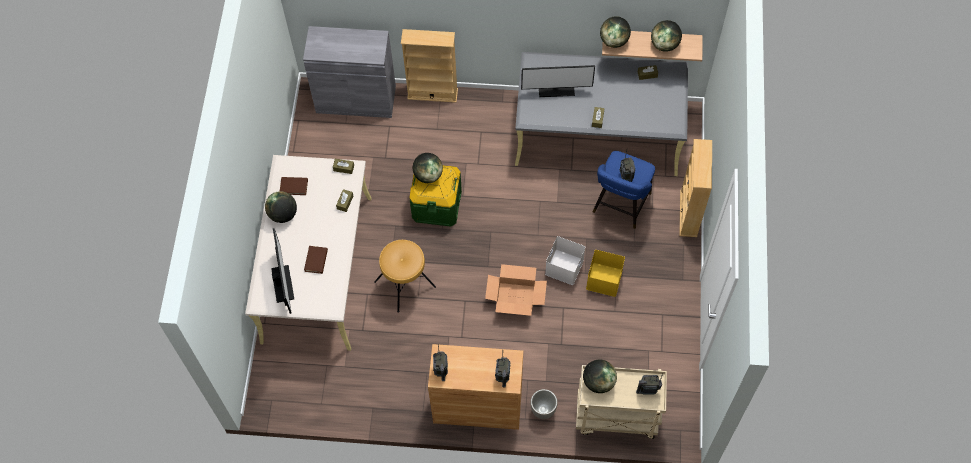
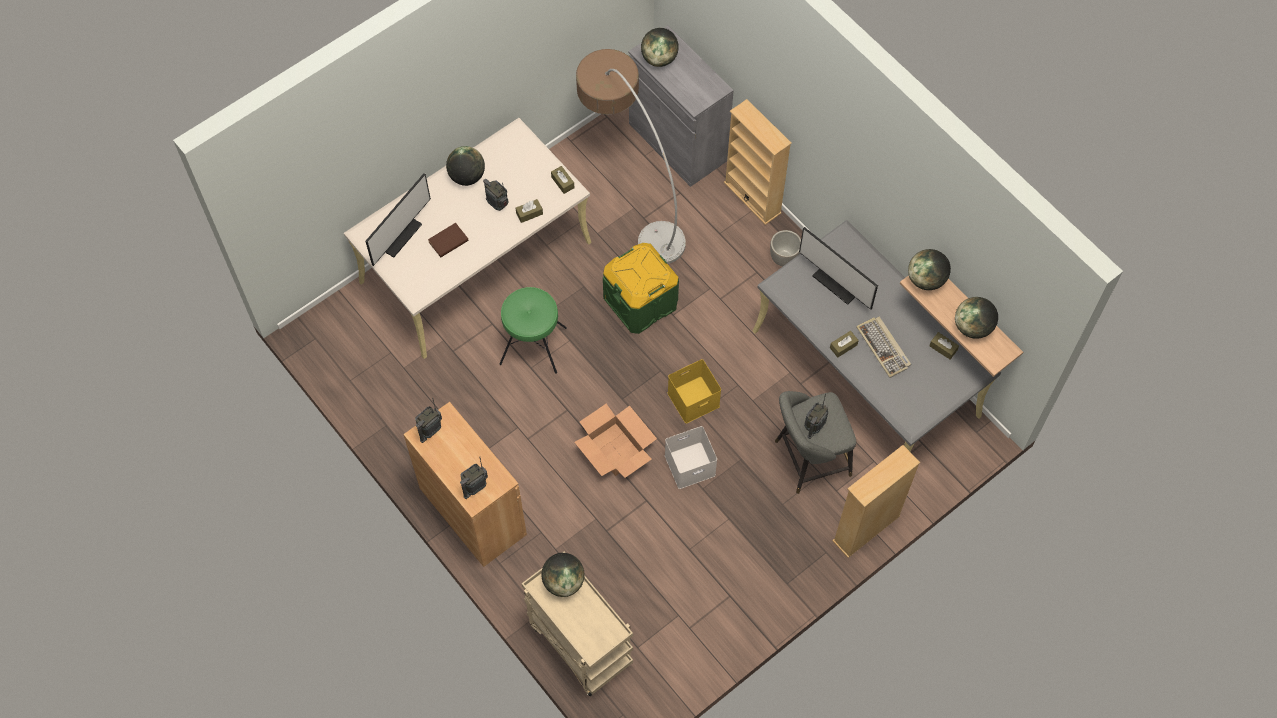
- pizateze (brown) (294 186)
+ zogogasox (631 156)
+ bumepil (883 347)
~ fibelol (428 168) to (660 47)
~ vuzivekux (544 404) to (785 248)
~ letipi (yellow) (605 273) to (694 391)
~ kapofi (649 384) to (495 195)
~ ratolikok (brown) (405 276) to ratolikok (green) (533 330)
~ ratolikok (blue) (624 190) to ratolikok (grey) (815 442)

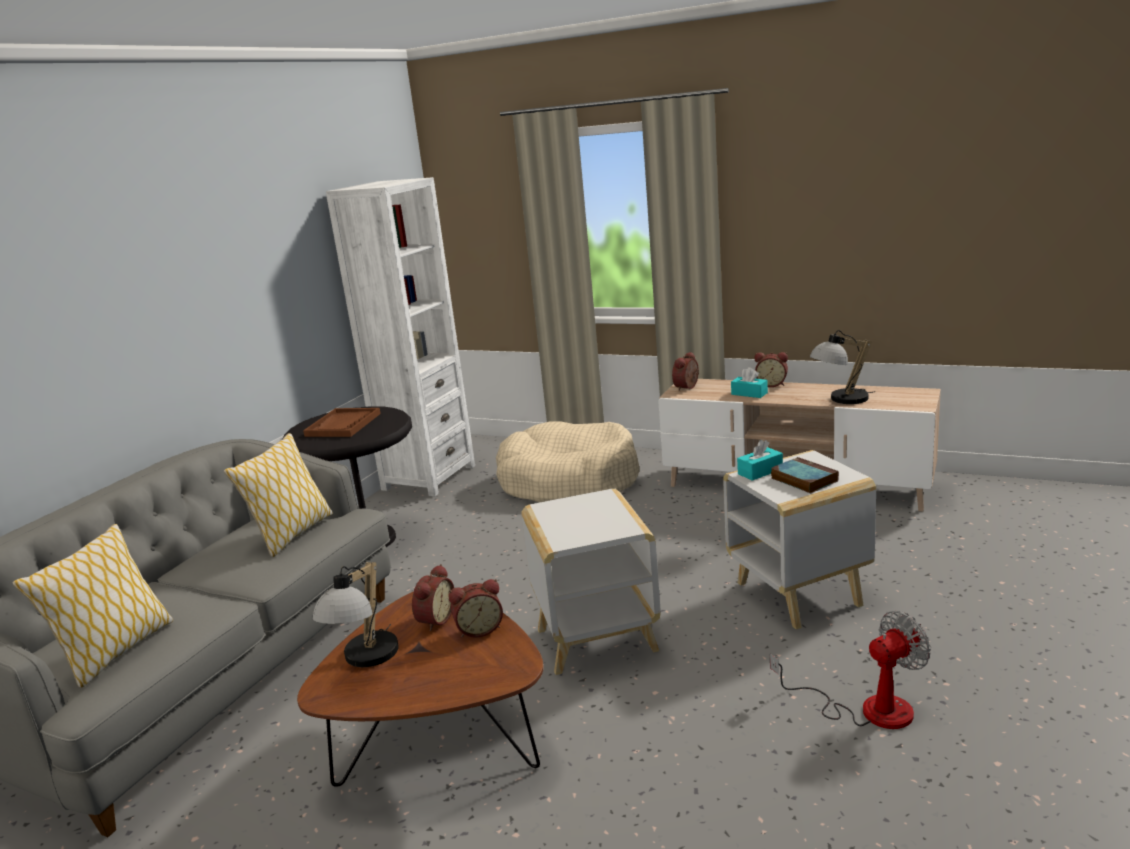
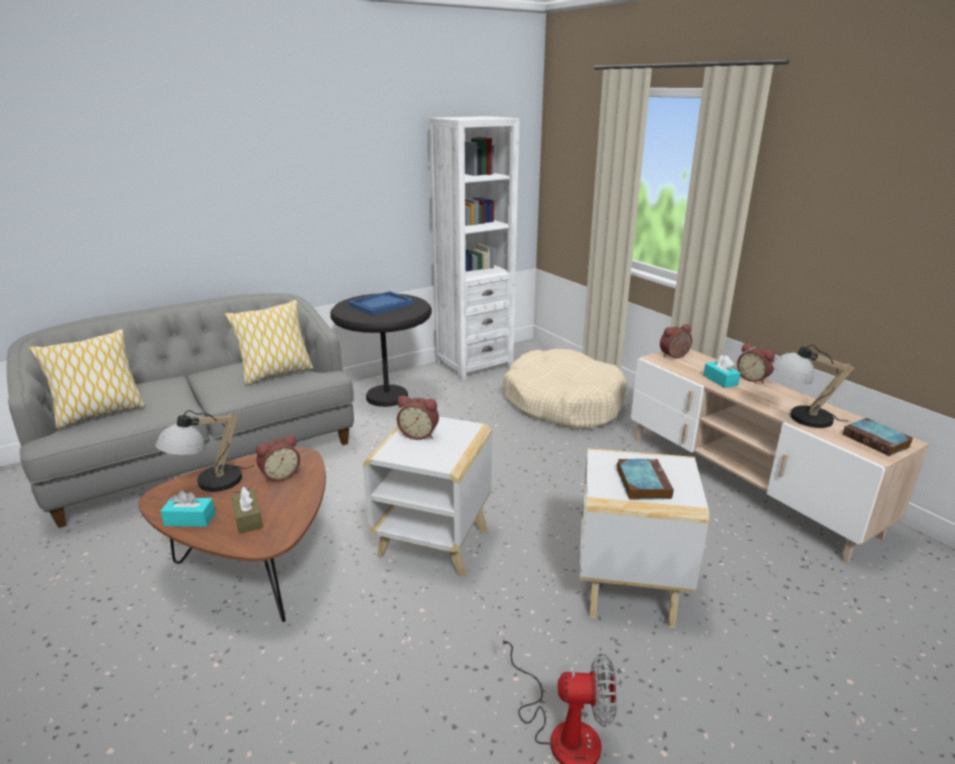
+ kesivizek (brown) (247 510)
+ pizateze (878 437)
~ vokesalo (475 608) to (418 418)
~ kesivizek (turquoise) (760 460) to (187 508)
~ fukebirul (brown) (342 422) to fukebirul (blue) (381 303)

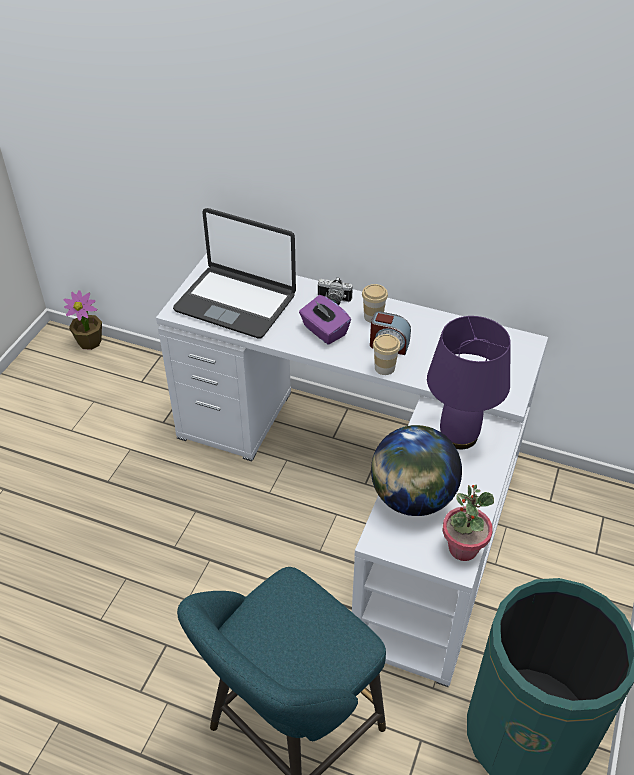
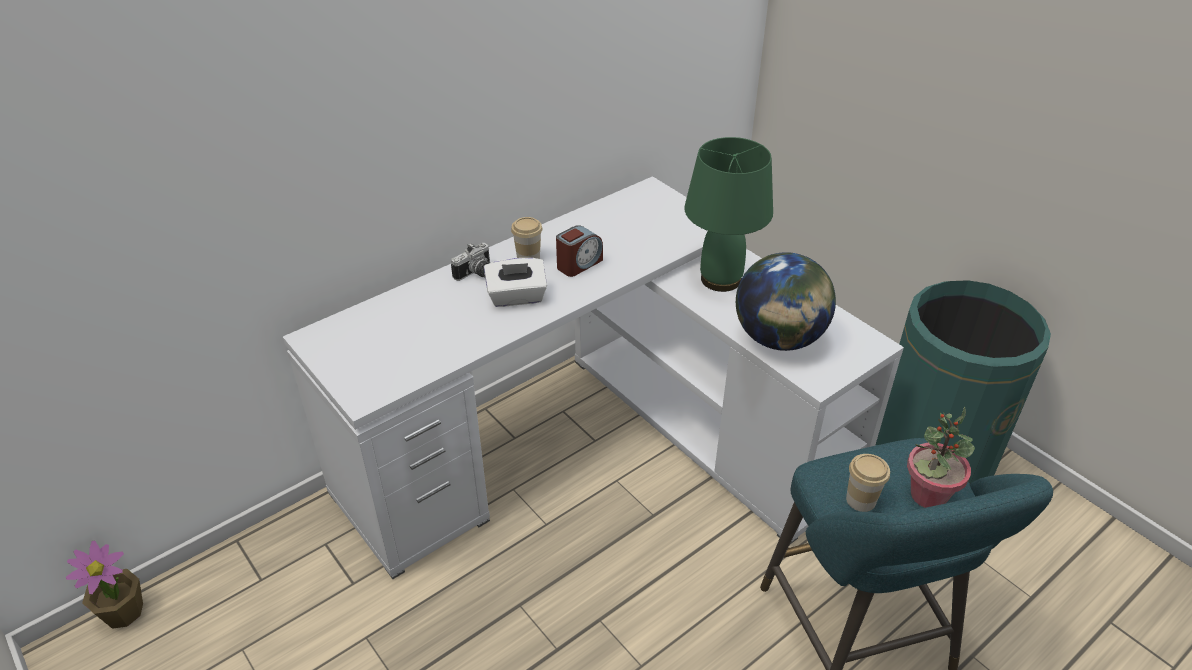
- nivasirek (234 273)
~ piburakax (386 354) to (868 483)
~ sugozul (468 523) to (941 457)
~ kesivizek (purple) (325 320) to kesivizek (white) (515 282)
~ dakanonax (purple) (469 382) to dakanonax (green) (728 214)

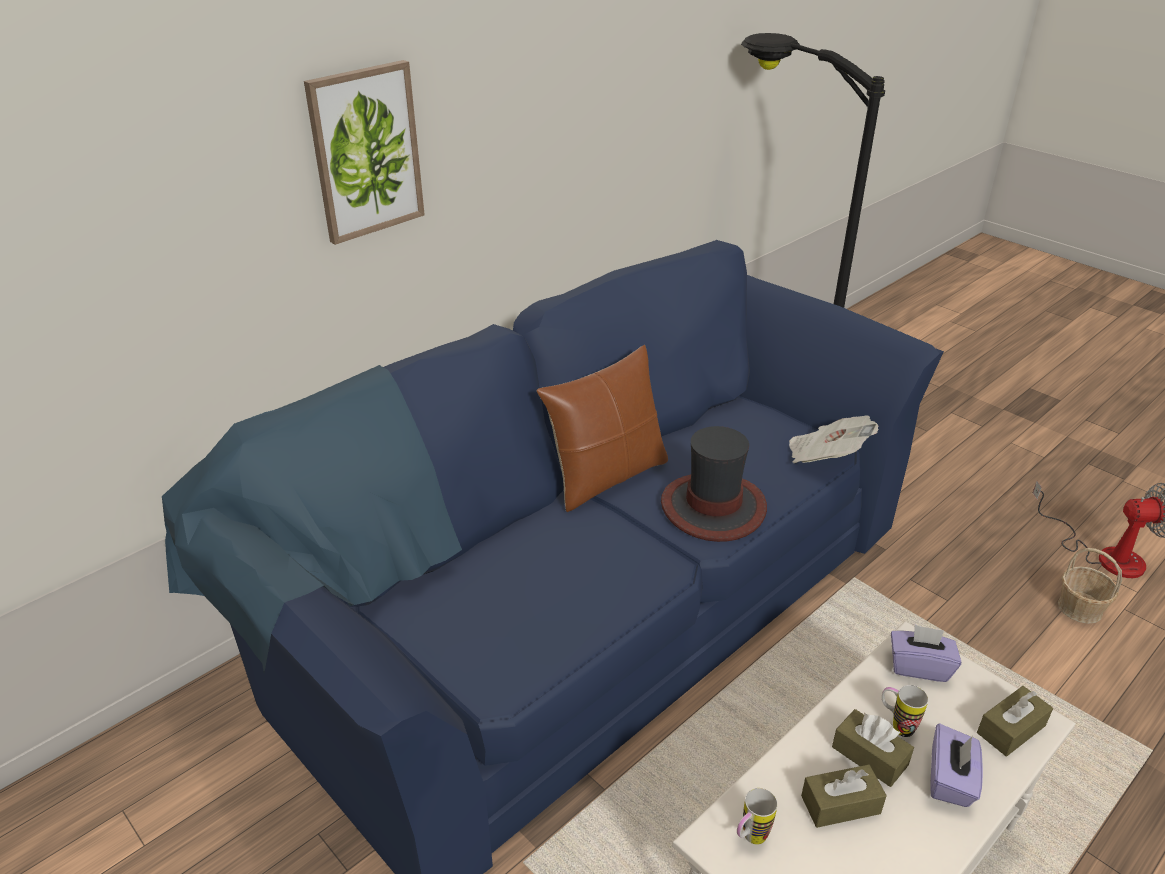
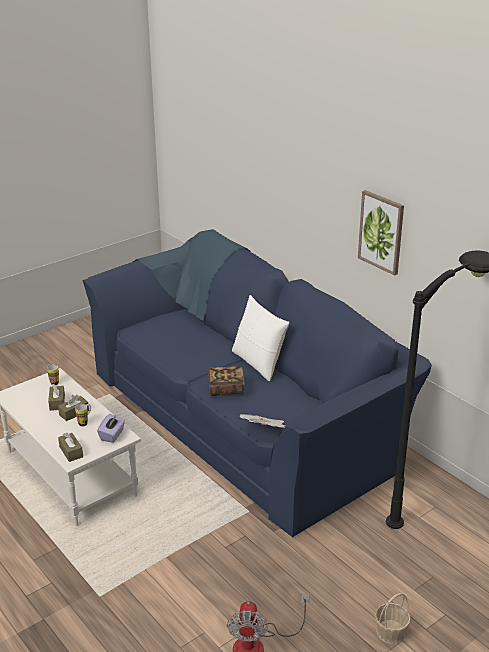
- kesivizek (purple) (956 765)
~ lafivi (364 152) to (381 233)
~ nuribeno (1090 586) to (392 618)
~ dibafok (714 484) to pizateze (226 381)
~ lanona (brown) (602 428) to lanona (white) (260 338)

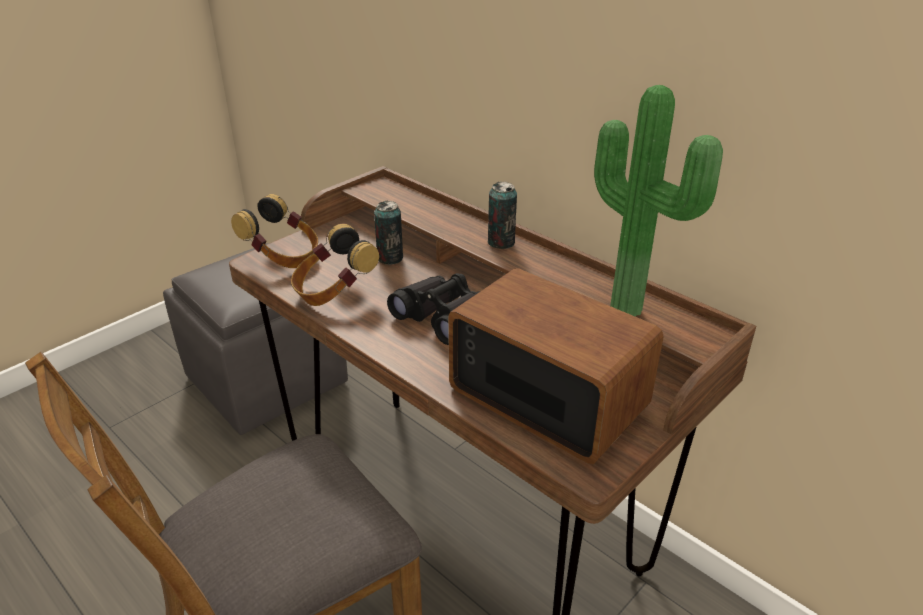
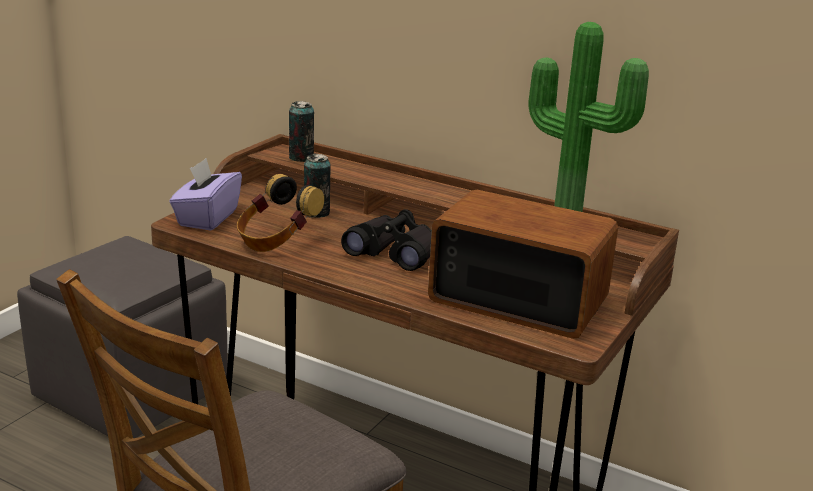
~ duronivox (502 215) to (301 131)
~ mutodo (274 231) to kesivizek (purple) (205 194)

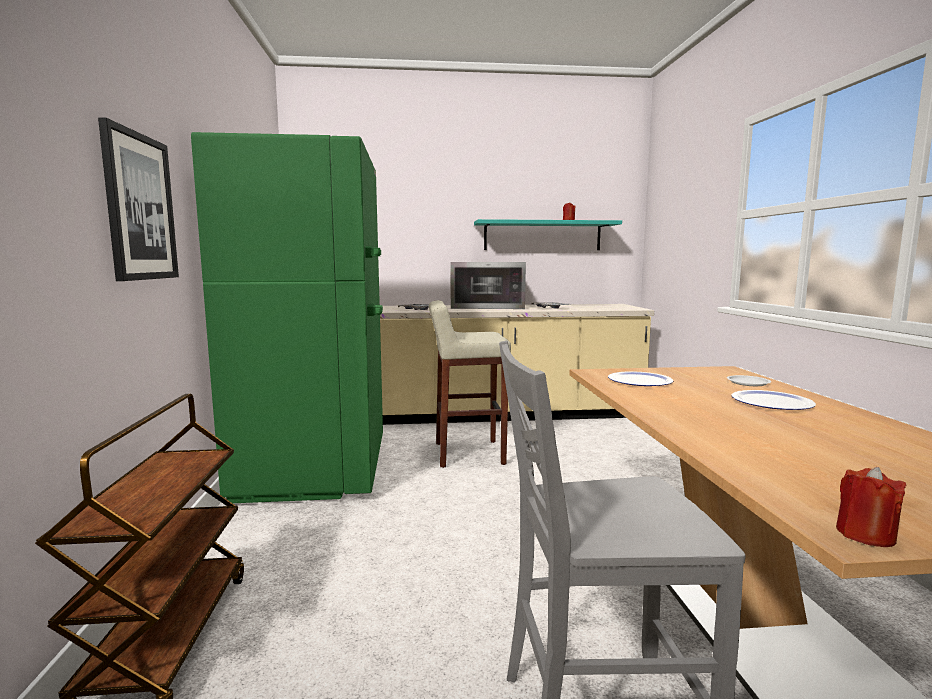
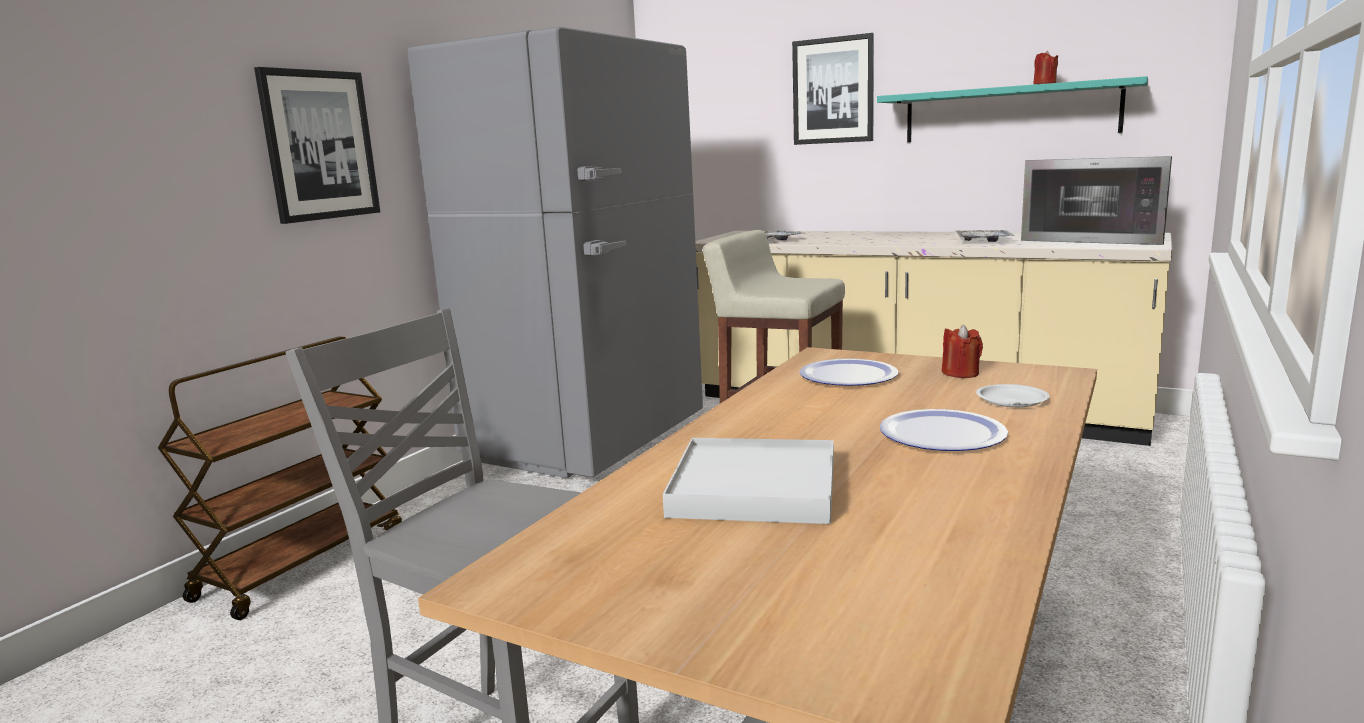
+ fukebirul (white) (748 481)
+ lafivi (833 89)
~ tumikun (488 285) to (1096 200)
~ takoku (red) (871 507) to (962 351)
~ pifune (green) (287 317) to pifune (grey) (555 252)

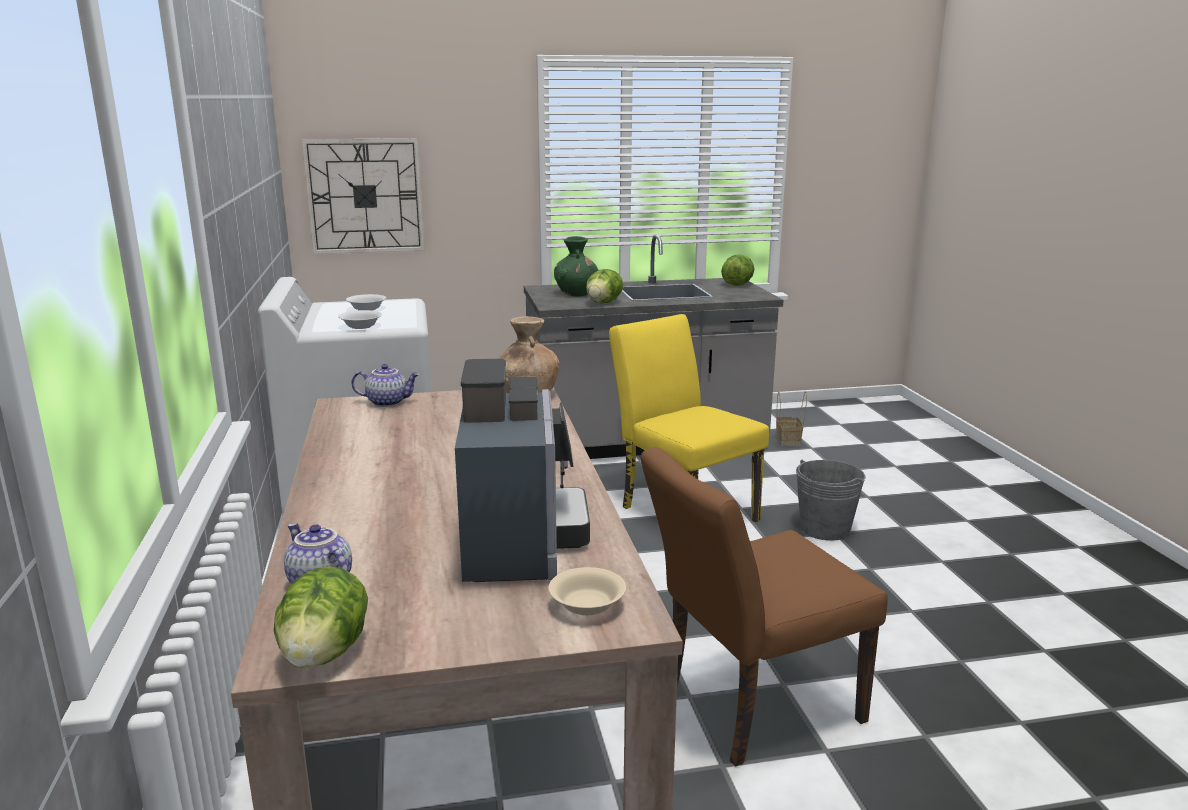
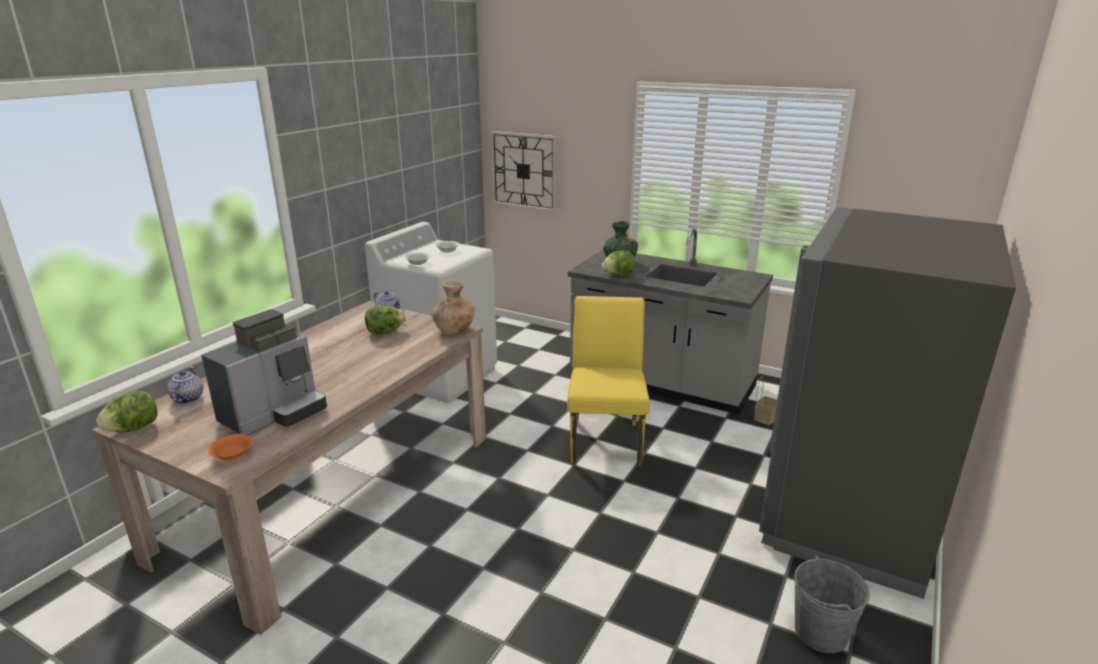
- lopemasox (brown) (764 606)
+ pifune (grey) (887 403)
~ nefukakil (737 270) to (385 320)
~ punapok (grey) (830 500) to (832 604)
~ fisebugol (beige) (587 591) to fisebugol (orange) (230 447)

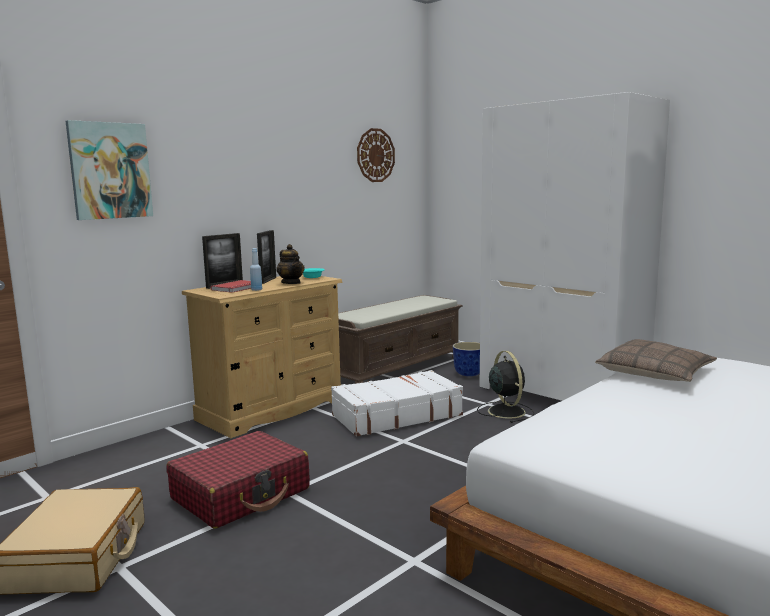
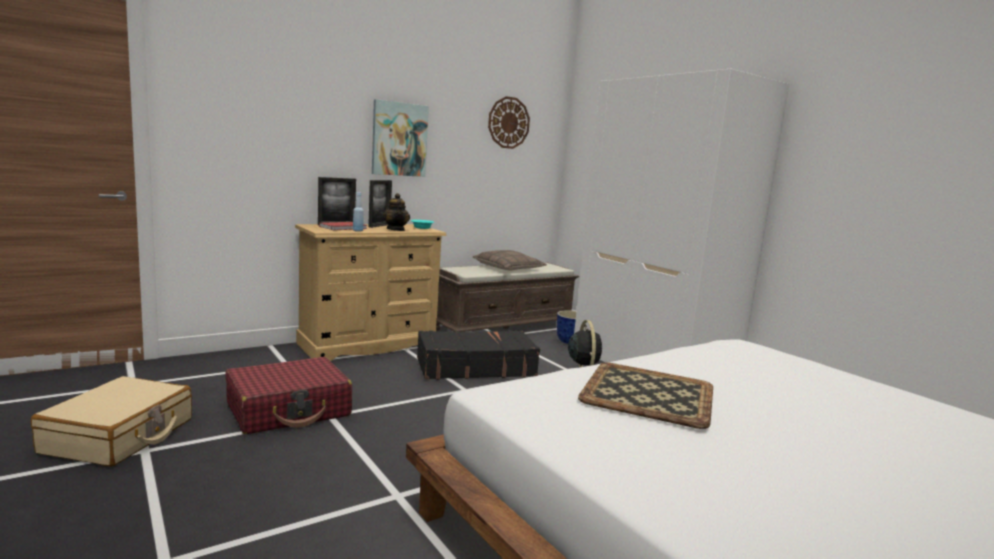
+ fukebirul (645 395)
~ lafivi (109 170) to (400 138)
~ lanona (656 360) to (510 260)
~ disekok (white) (397 403) to disekok (black) (478 355)

